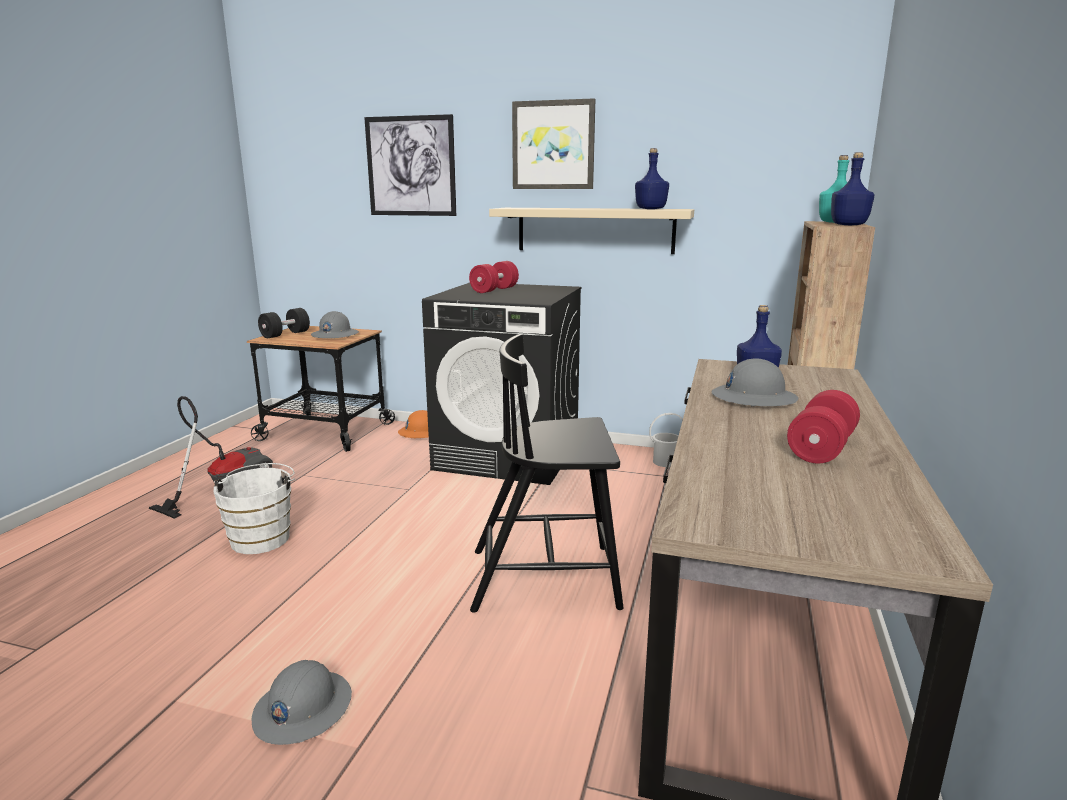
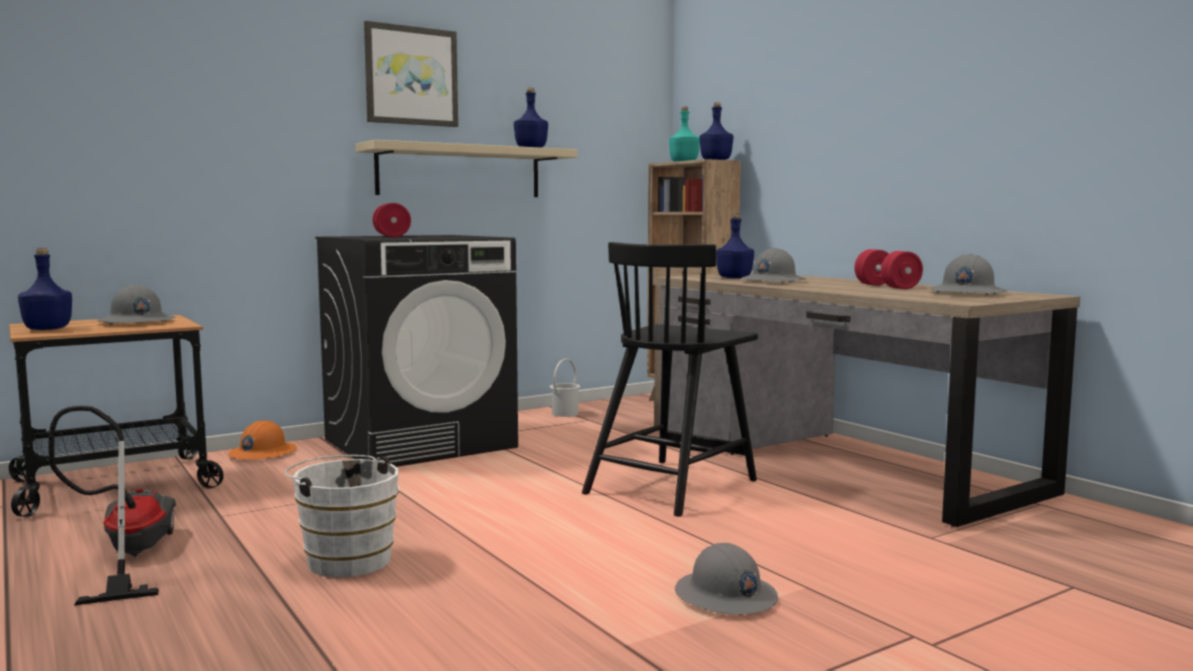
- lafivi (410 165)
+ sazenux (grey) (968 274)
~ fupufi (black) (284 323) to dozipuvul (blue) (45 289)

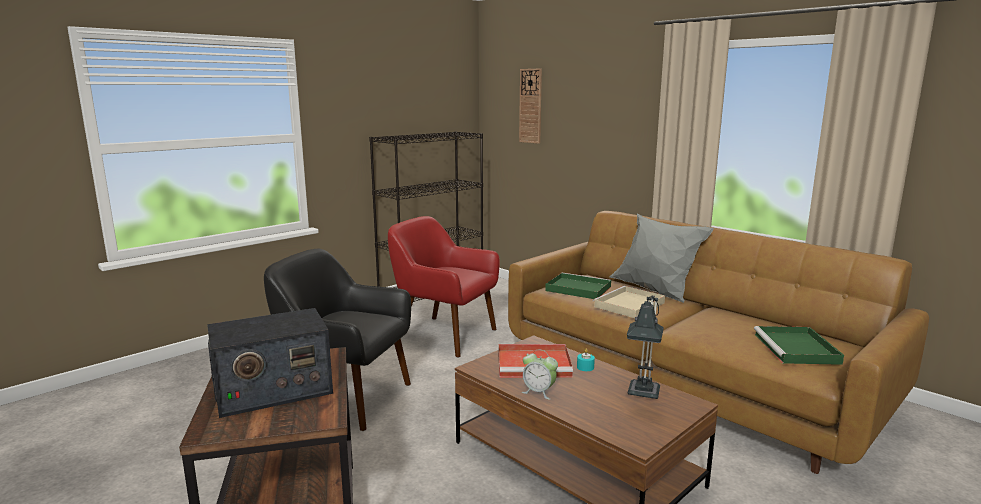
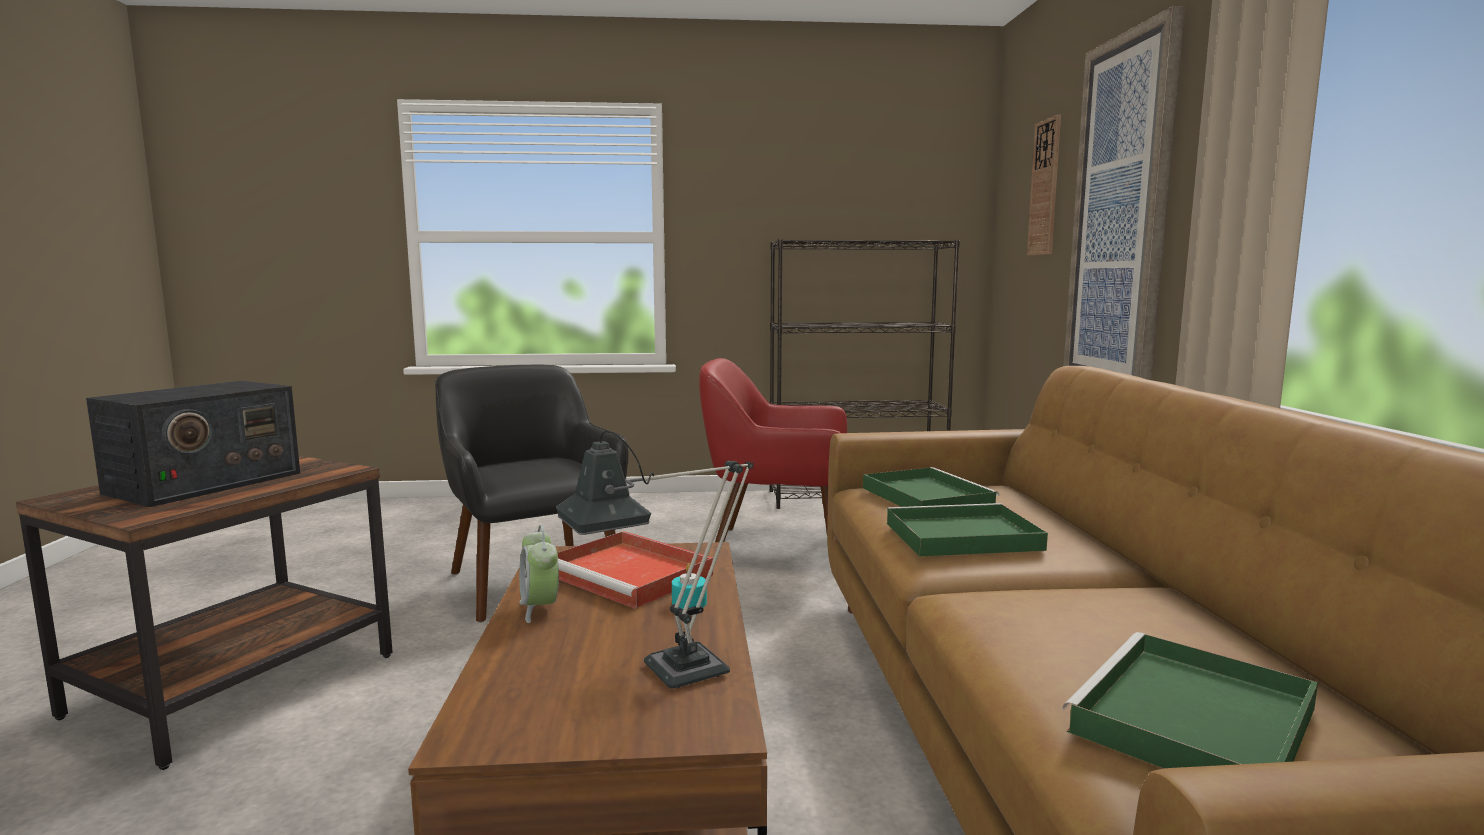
- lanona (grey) (662 258)
+ lafivi (1124 193)
~ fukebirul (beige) (629 302) to fukebirul (green) (967 530)
~ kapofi (270 363) = (193 444) 75 degrees counterclockwise
~ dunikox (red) (444 287) = (773 450) 60 degrees counterclockwise

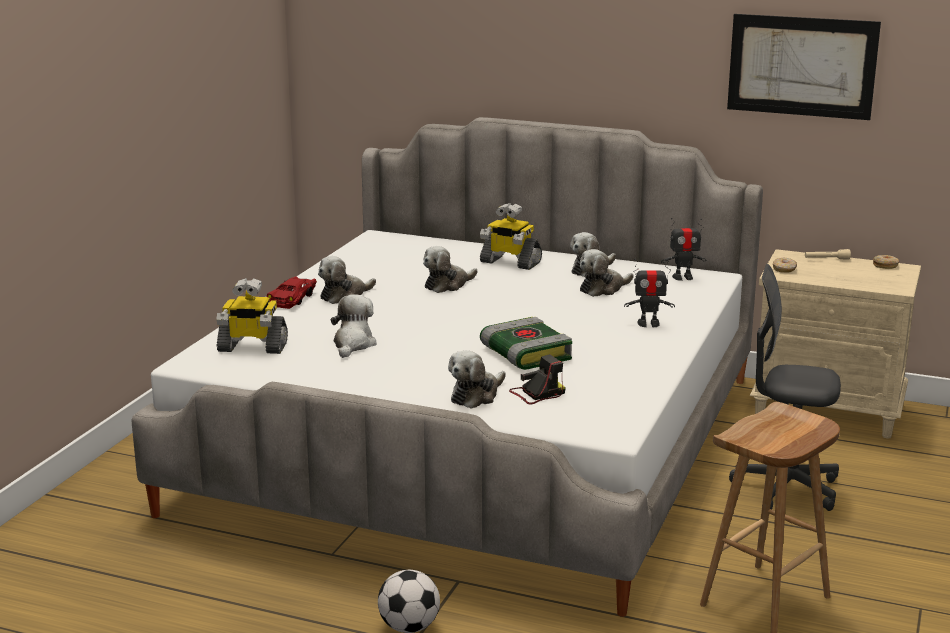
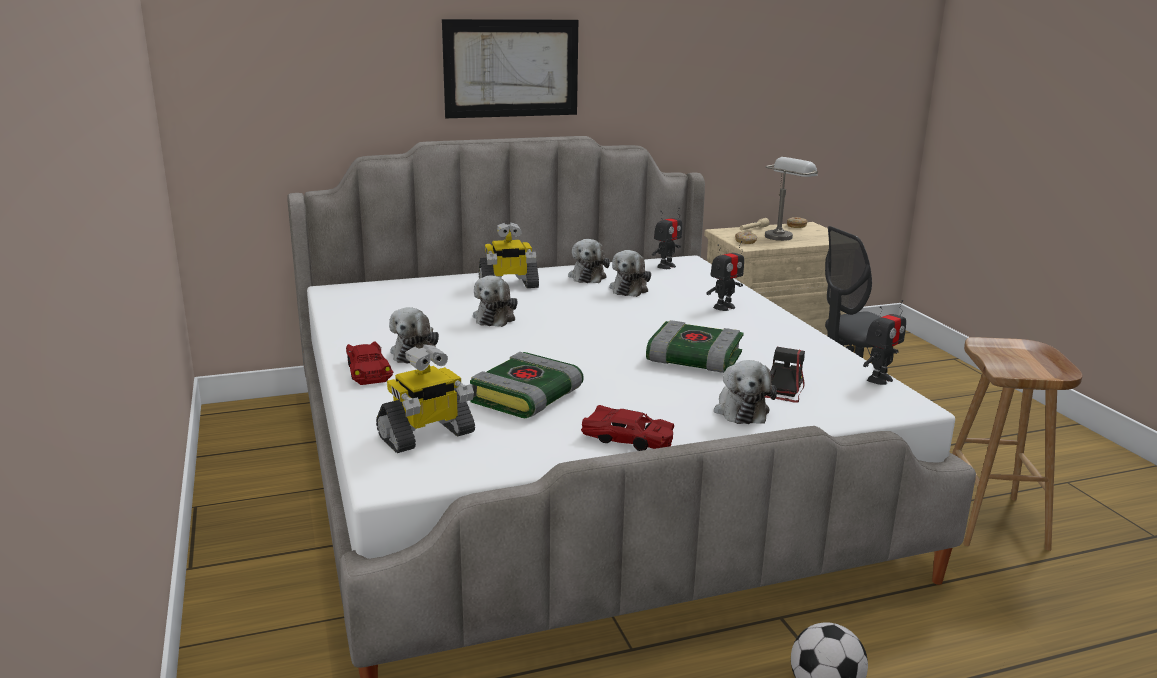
+ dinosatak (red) (627 428)
+ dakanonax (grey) (791 199)
+ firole (884 342)
~ lafivi (804 67) to (510 68)
~ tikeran (354 326) to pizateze (527 385)

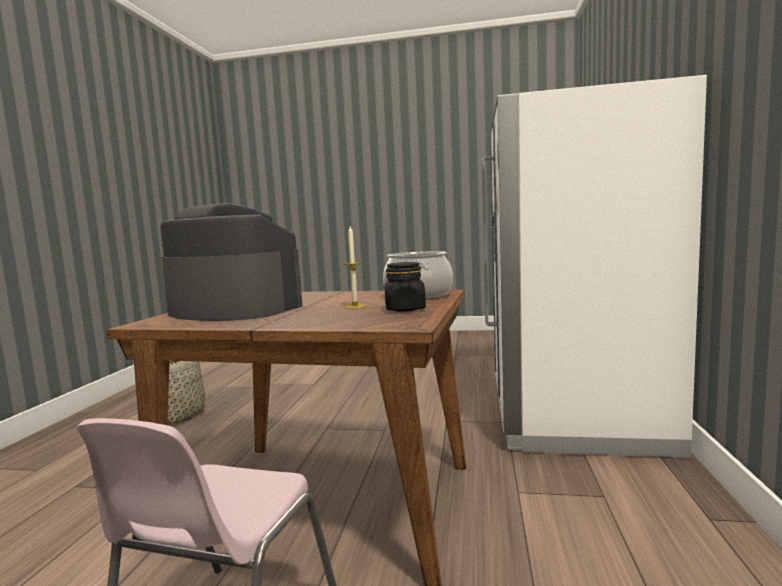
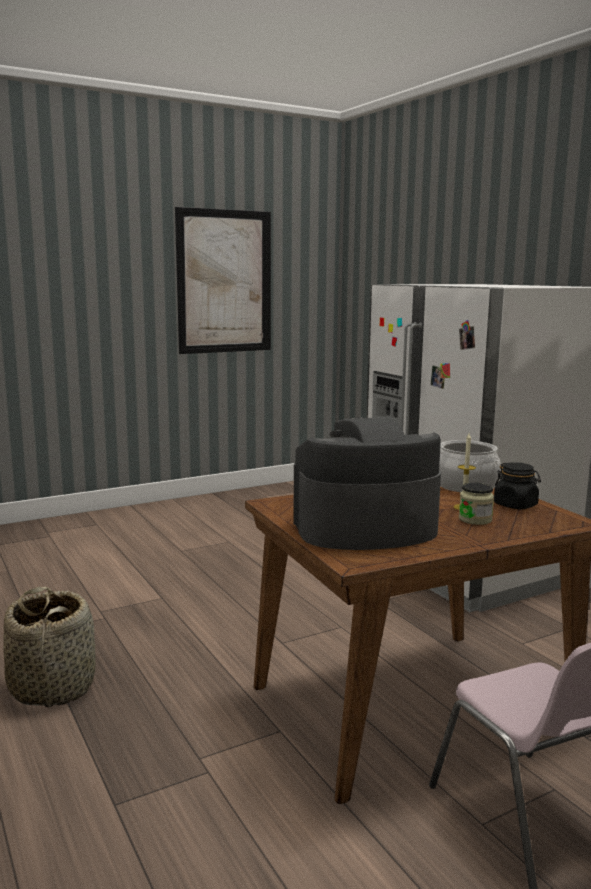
+ lafivi (223 280)
+ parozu (476 503)

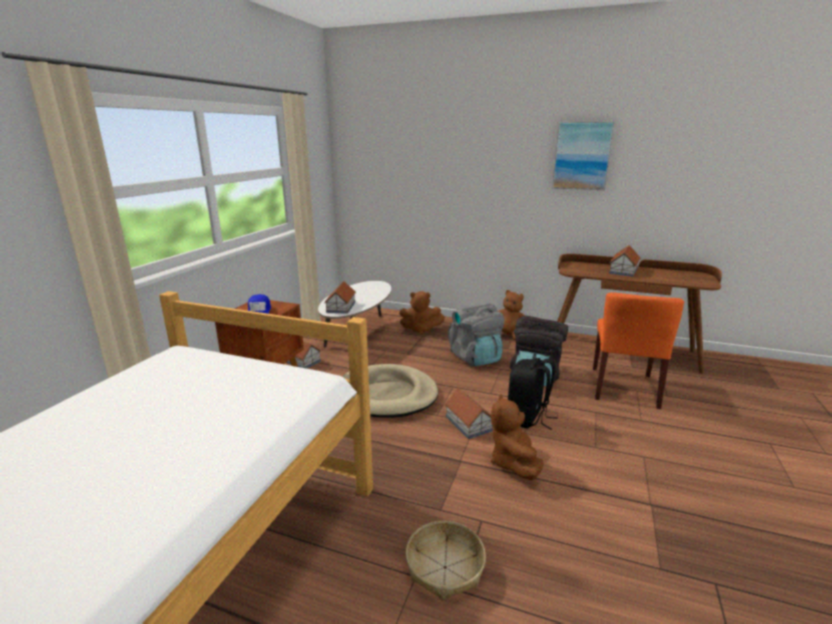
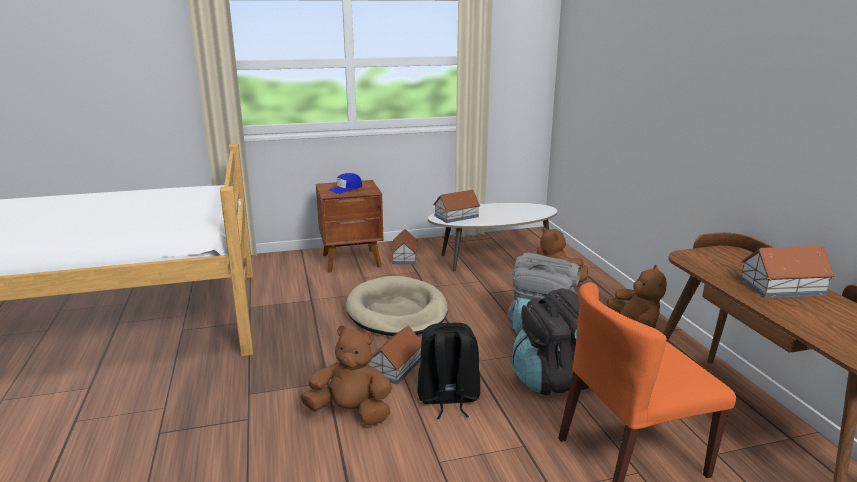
- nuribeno (446 561)
- lafivi (583 156)
~ tikeran (brown) (517 437) = (346 375) 45 degrees clockwise

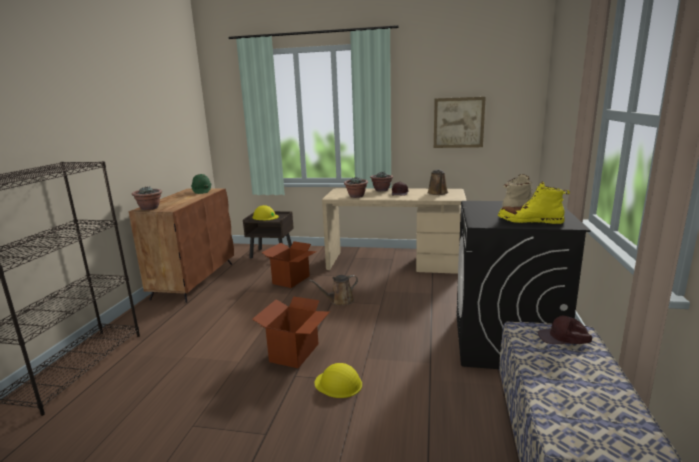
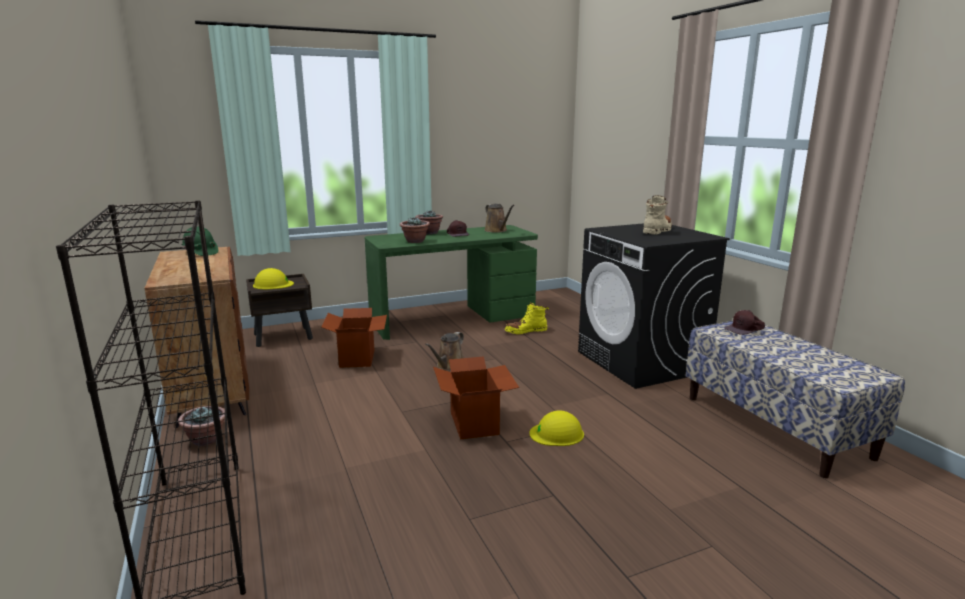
- lafivi (460 122)
~ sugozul (147 198) to (201 426)
~ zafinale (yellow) (534 202) to (527 318)
~ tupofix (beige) (394 231) to tupofix (green) (451 282)

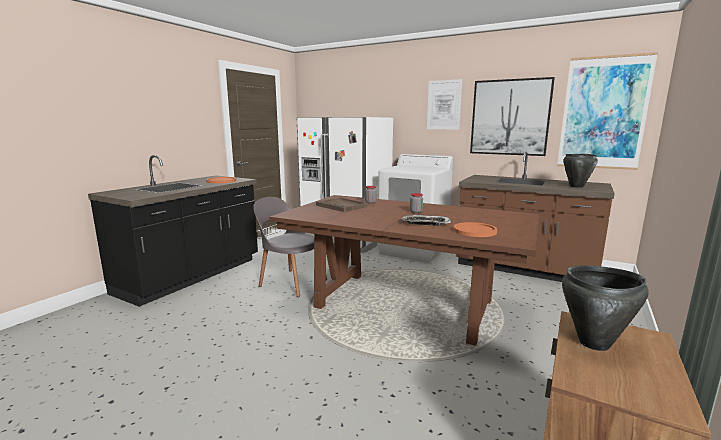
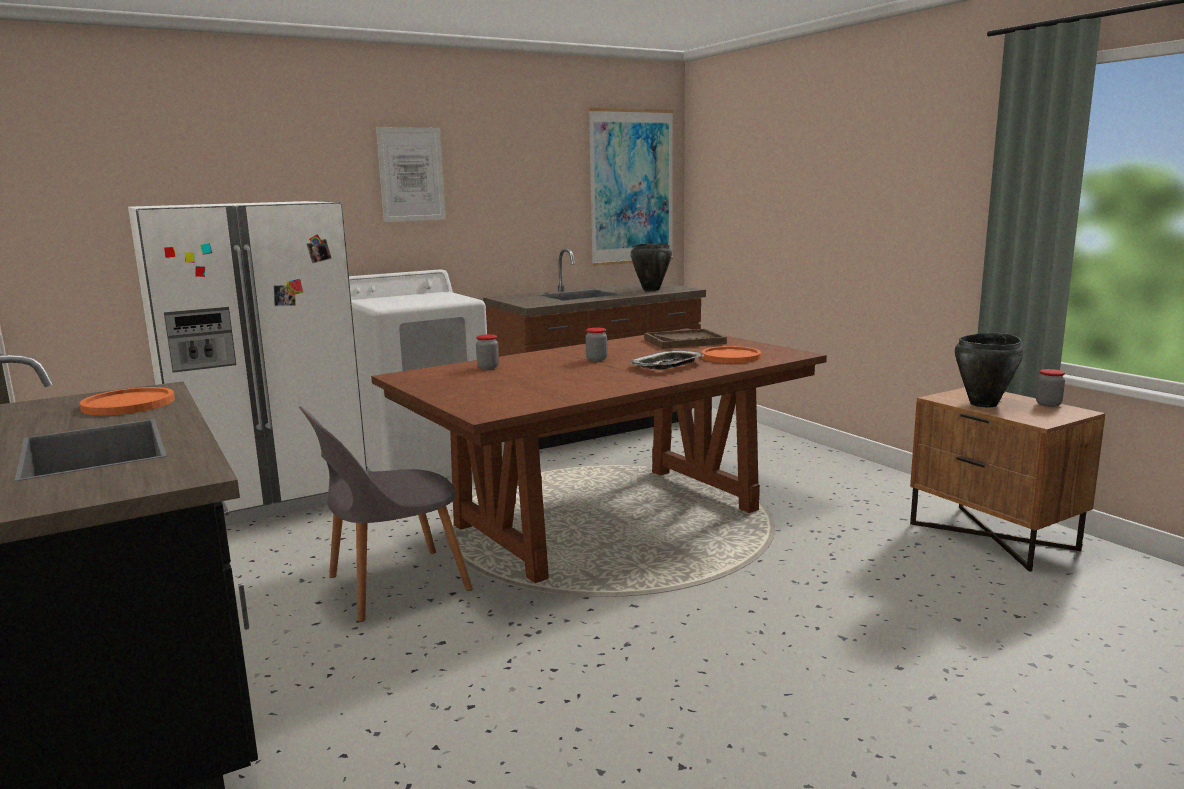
- lafivi (512 116)
+ parozu (1050 388)
~ fukebirul (brown) (342 204) to (685 339)

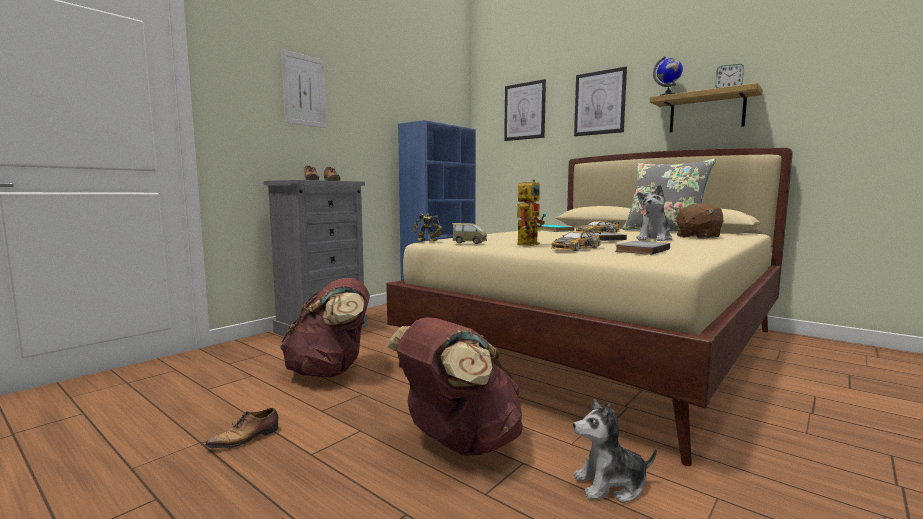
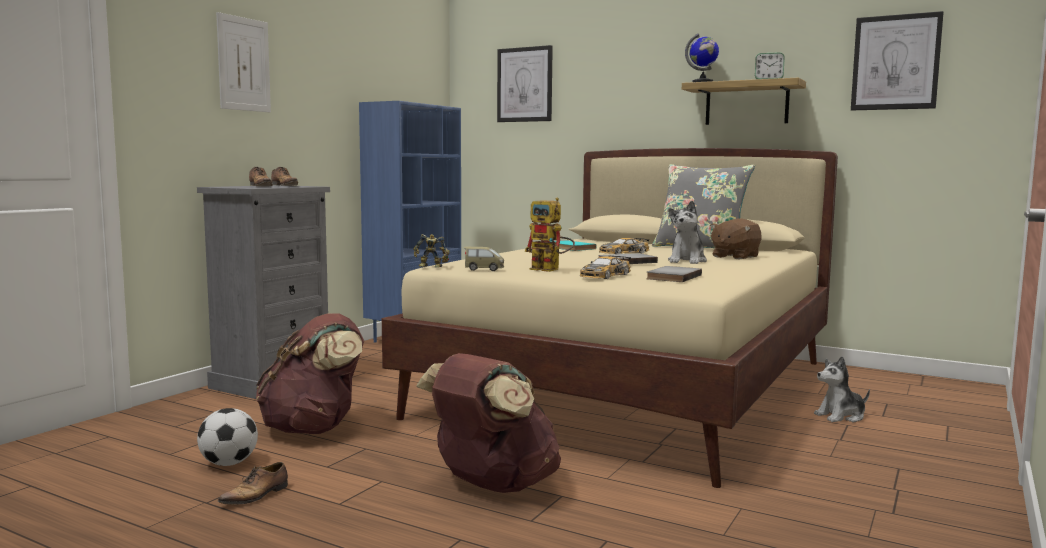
+ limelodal (227 437)
~ tikeran (615 451) to (842 389)
~ lafivi (600 101) to (897 60)
~ firole (531 212) = (550 234) 105 degrees clockwise

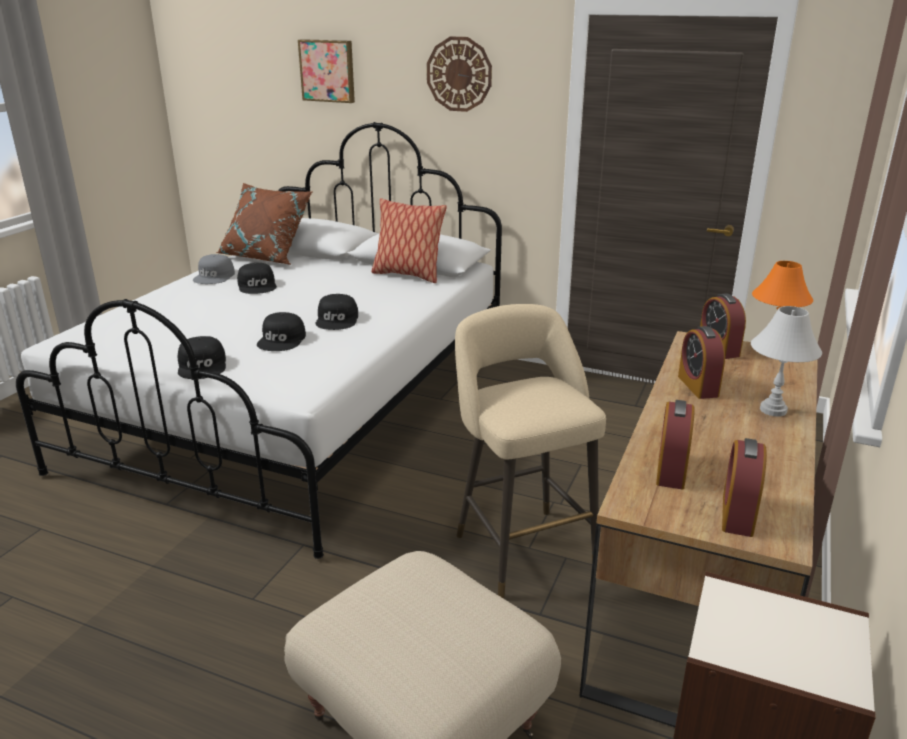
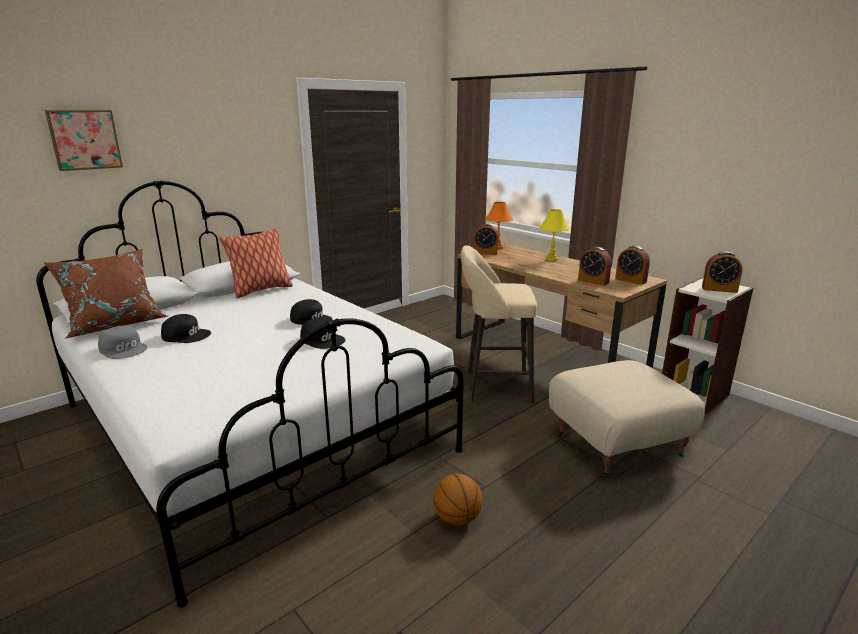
- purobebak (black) (202 357)
- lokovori (459 74)
+ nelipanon (458 500)
~ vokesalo (701 362) to (722 272)
~ dakanonax (white) (786 361) to dakanonax (yellow) (554 235)

